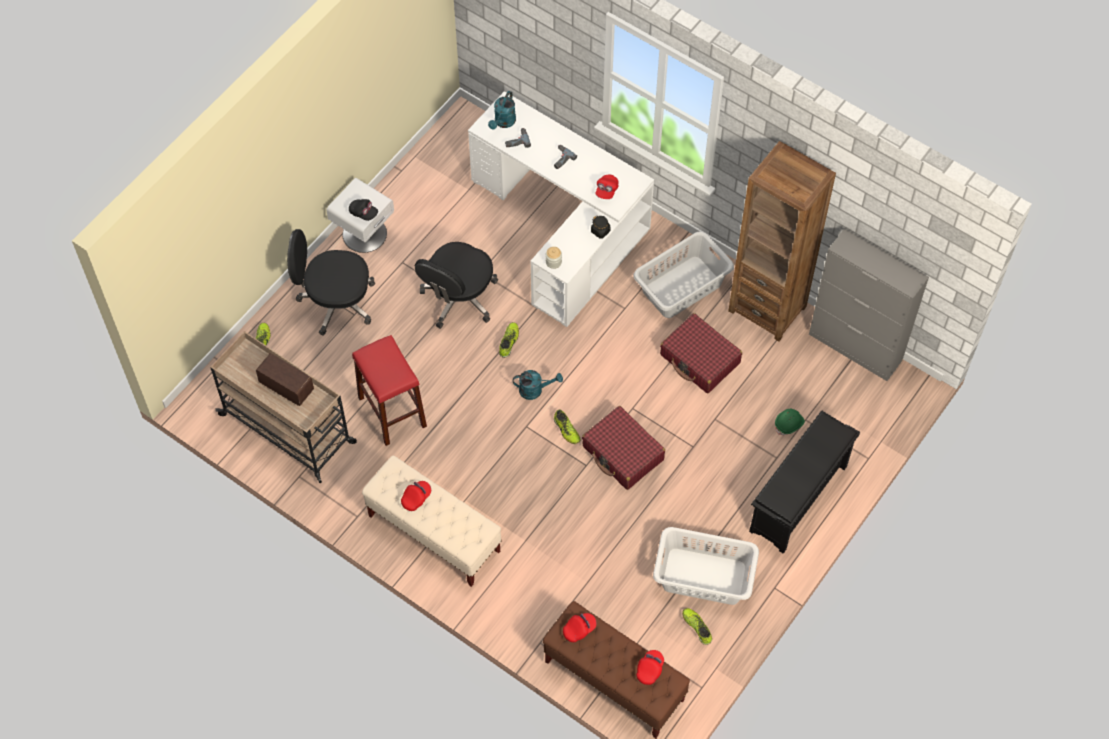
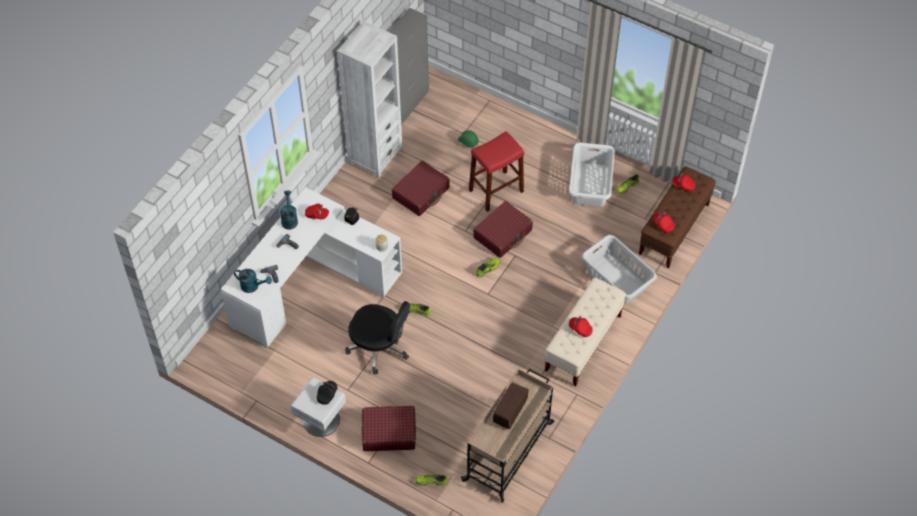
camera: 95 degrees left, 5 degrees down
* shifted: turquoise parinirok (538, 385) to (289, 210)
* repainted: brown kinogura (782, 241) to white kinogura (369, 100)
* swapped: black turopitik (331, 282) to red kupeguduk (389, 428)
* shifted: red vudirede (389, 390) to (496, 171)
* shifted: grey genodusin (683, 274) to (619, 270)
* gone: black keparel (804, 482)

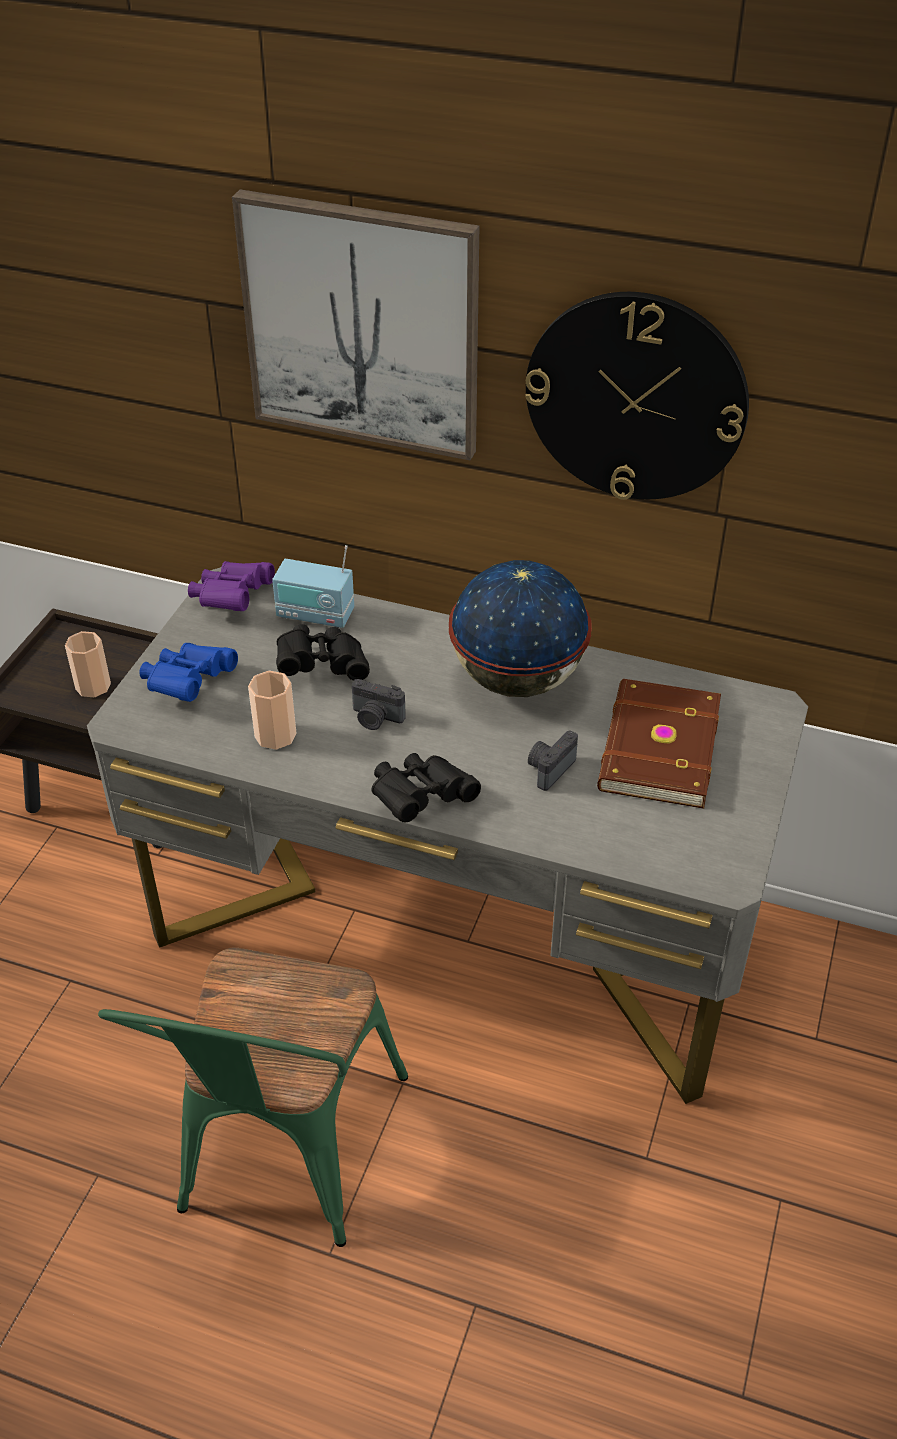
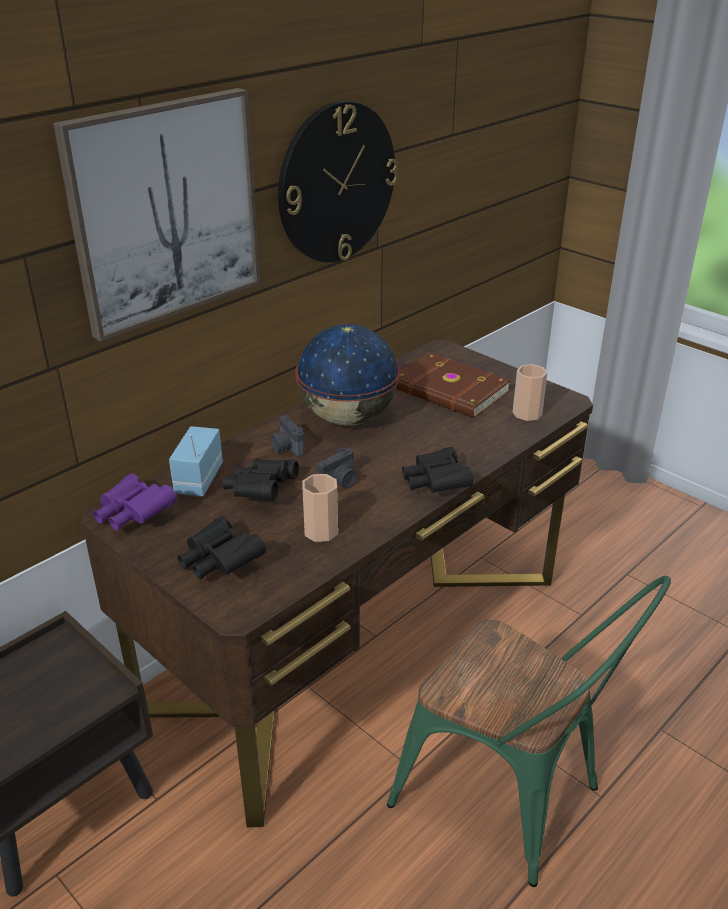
camera: 65 degrees left, 10 degrees down
* repainted: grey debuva (447, 835) to brown debuva (337, 583)
* rotated: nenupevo (313, 586) = (196, 461) 150 degrees clockwise
* repainted: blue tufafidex (188, 672) to black tufafidex (221, 548)
* shifted: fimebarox (553, 760) to (288, 436)
* shifted: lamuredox (88, 664) to (530, 392)

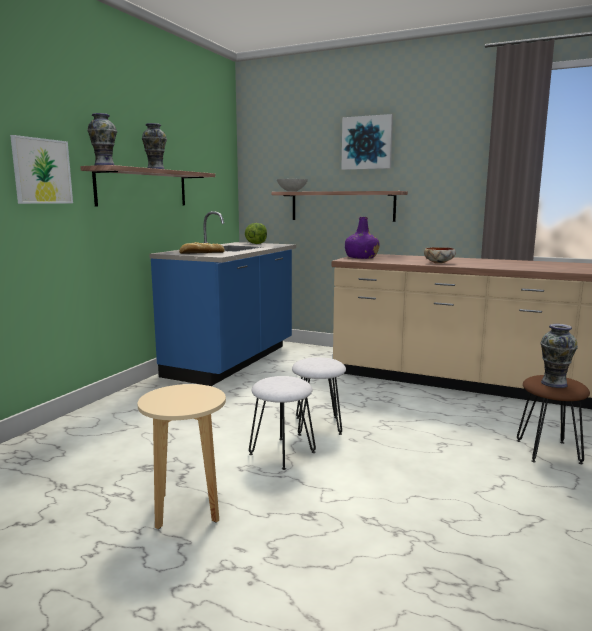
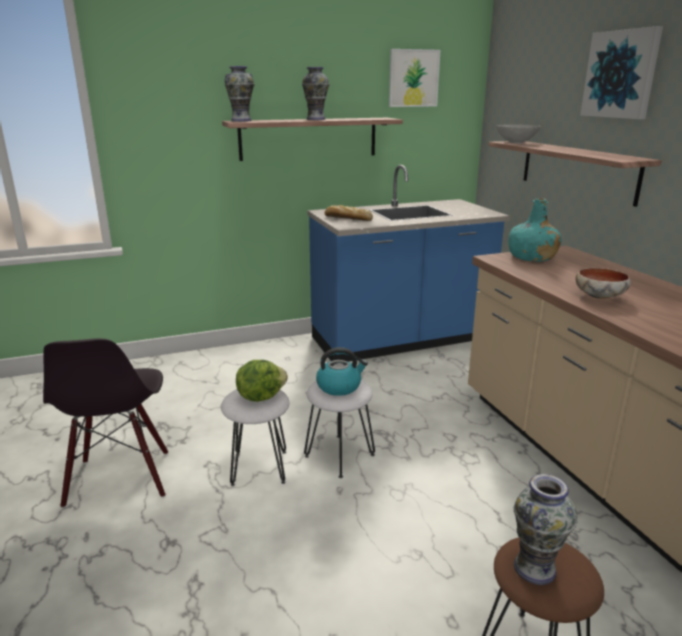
camera: 45 degrees right, 10 degrees up
* swapped: beige vudirede (181, 456) to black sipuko (105, 423)
* shifted: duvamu (256, 233) to (262, 381)
* new: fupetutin (342, 371)
* shifted: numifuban (41, 169) to (415, 78)
* repainted: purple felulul (362, 238) to turquoise felulul (534, 230)

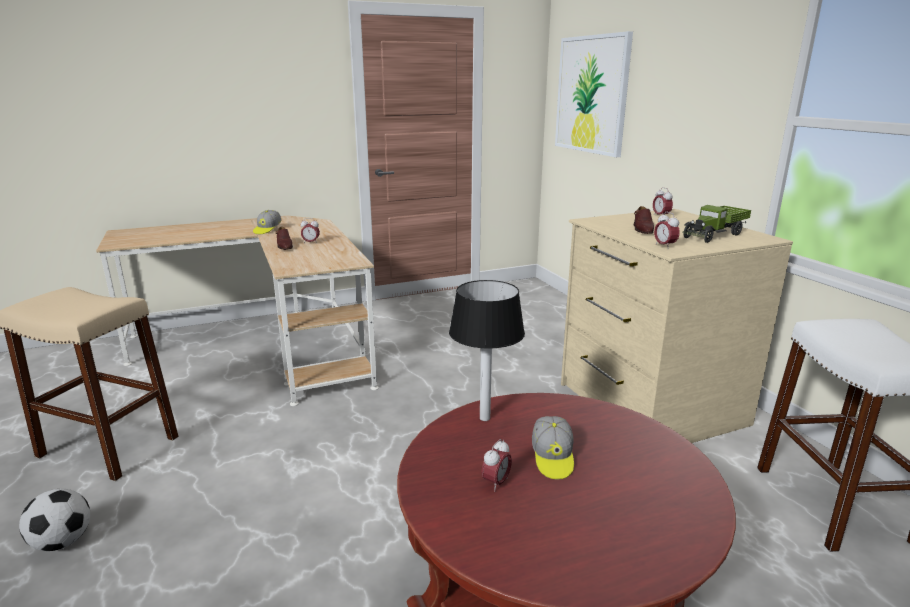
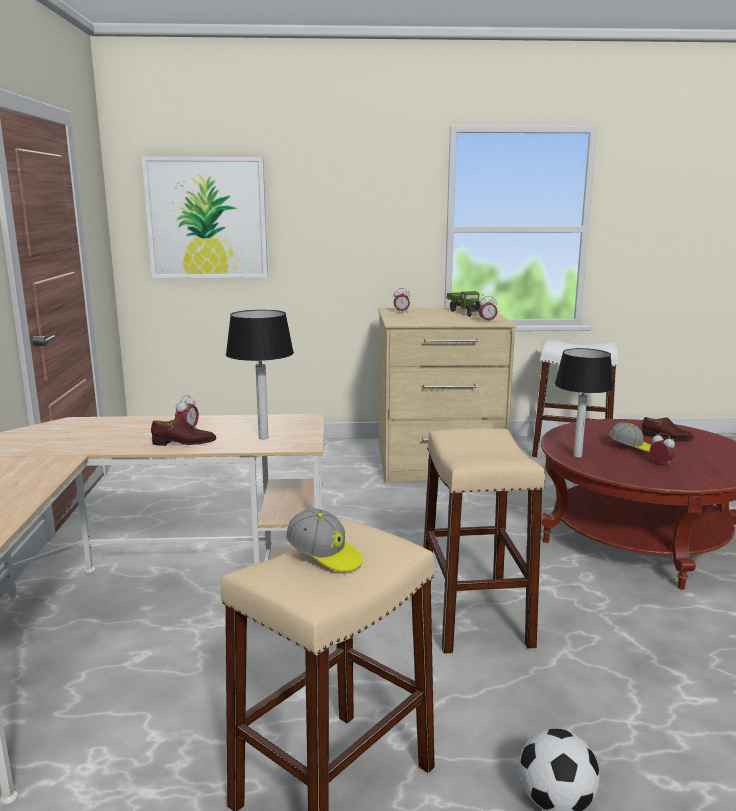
camera: 70 degrees left, 5 degrees down
* new: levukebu (260, 374)
* shifted: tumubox (267, 222) to (324, 540)
* new: beige vudirede (484, 541)
* shifted: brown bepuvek (644, 220) to (668, 428)

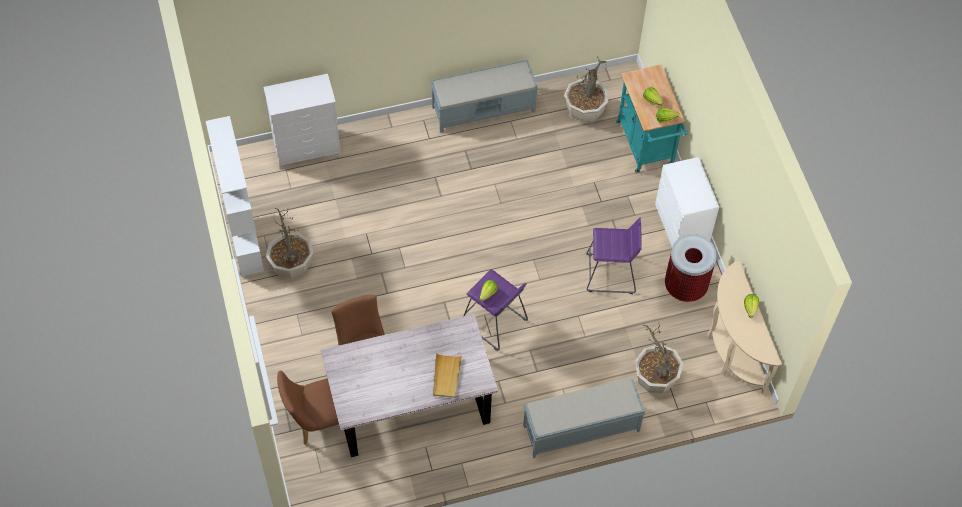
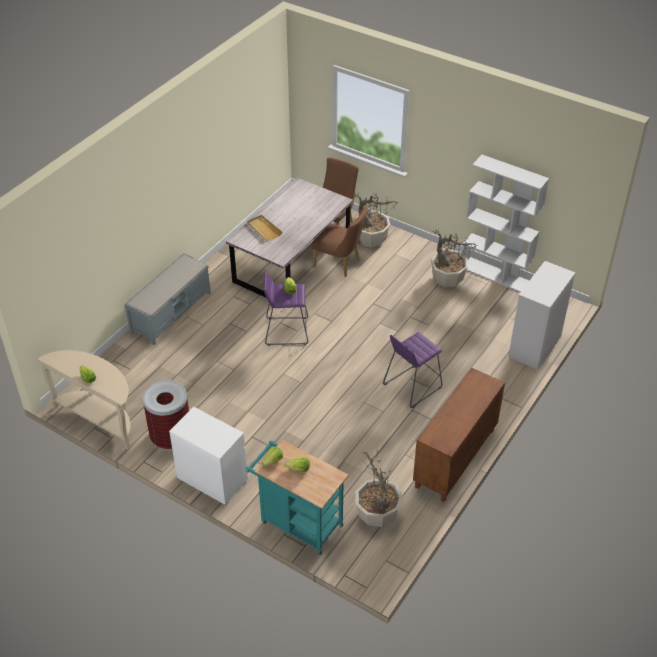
camera: 140 degrees right, 15 degrees down
* shifted: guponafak (659, 356) to (375, 220)
* shifted: purple vudirede (614, 256) to (412, 370)
* swapped: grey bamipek (484, 96) to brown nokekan (459, 435)

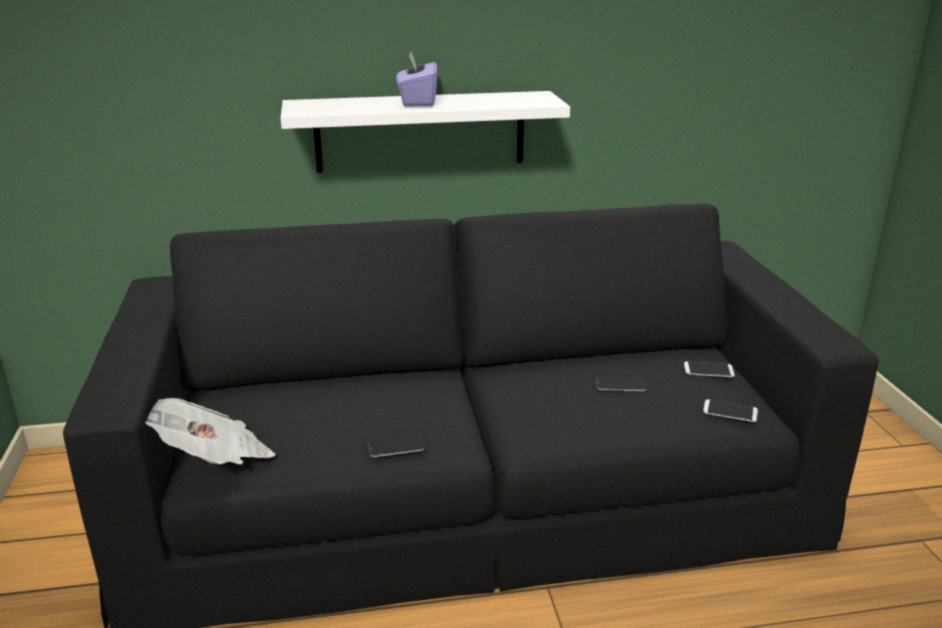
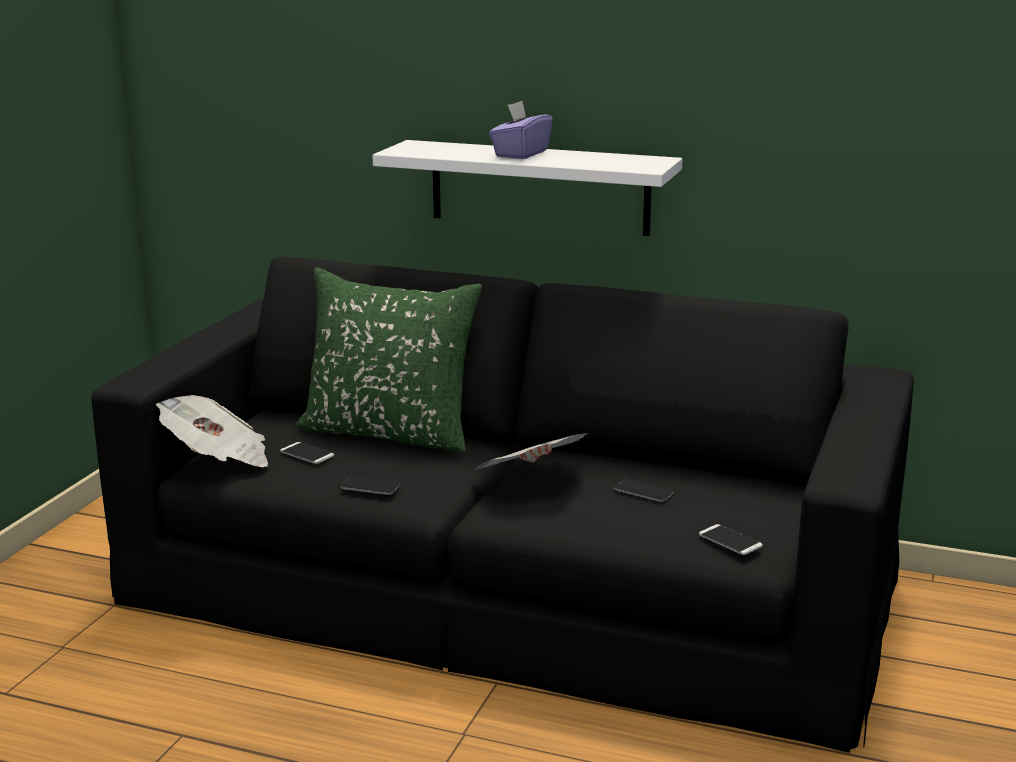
camera: 30 degrees right, 5 degrees down
* shifted: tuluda (709, 369) to (307, 453)
* new: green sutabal (389, 359)
* new: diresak (530, 451)

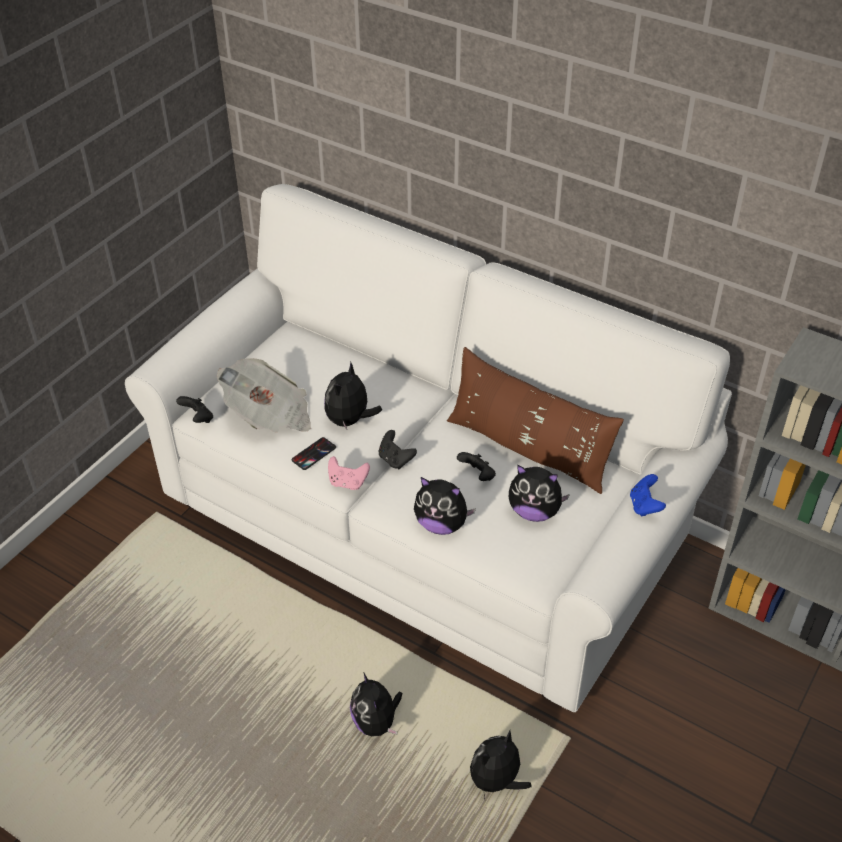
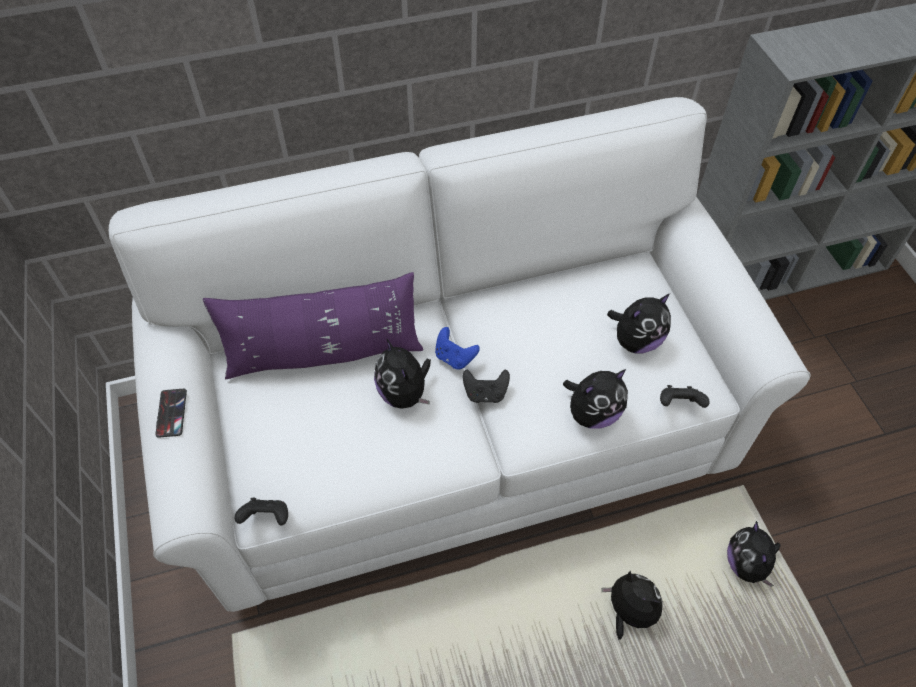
camera: 50 degrees left, 10 degrees up
* shifted: tuluda (313, 453) to (171, 413)
* new: purple sutabal (313, 325)
* shifted: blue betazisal (648, 495) to (457, 348)
* rotated: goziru (376, 704) = (632, 605) 150 degrees counterclockwise
* shifted: black betazisal (476, 466) to (684, 396)
* gone: diresak (264, 395)
* gone: pink betazisal (349, 473)
* gone: brown sutabal (535, 420)

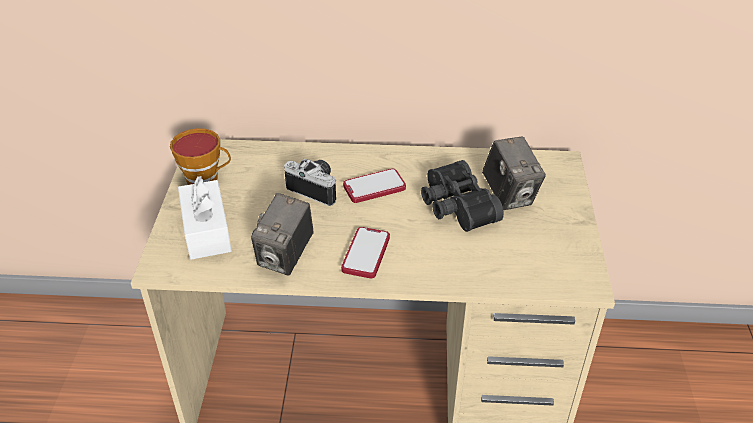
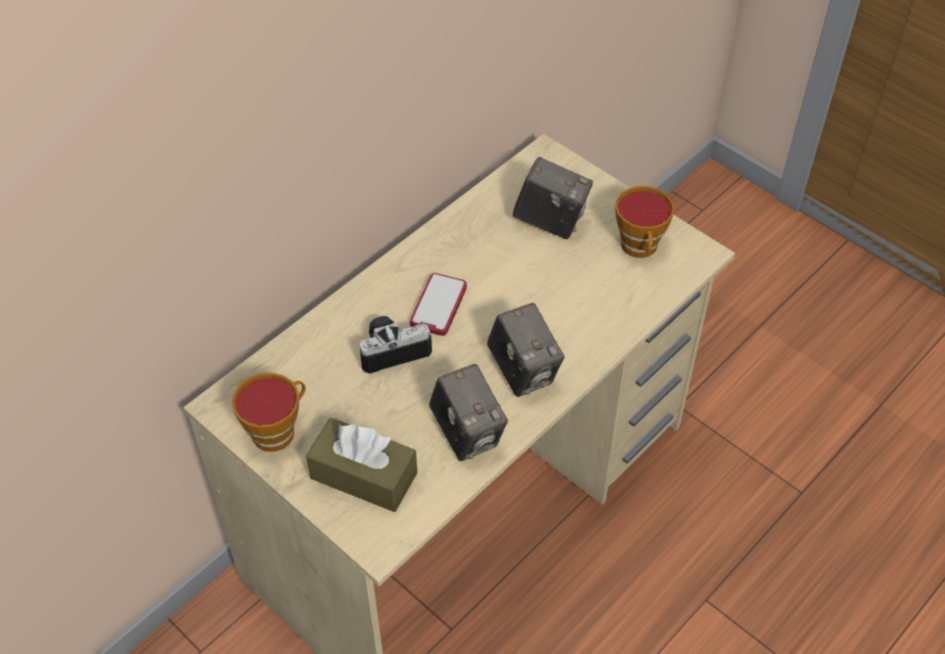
camera: 50 degrees left, 10 degrees up
* repainted: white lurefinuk (205, 218) to brown lurefinuk (361, 465)
* swapped: tuluda (365, 252) to fimebarox (526, 350)
* new: lamuredox (644, 222)
* gone: black tufafidex (462, 196)

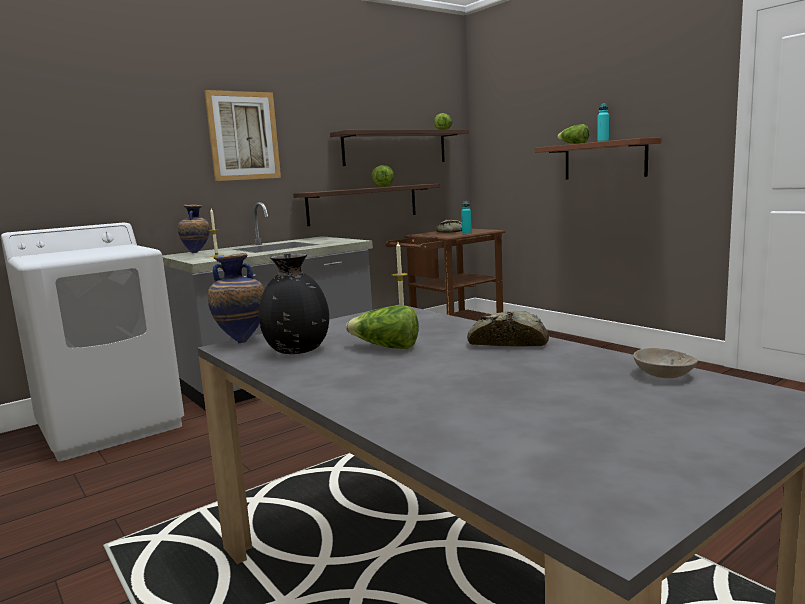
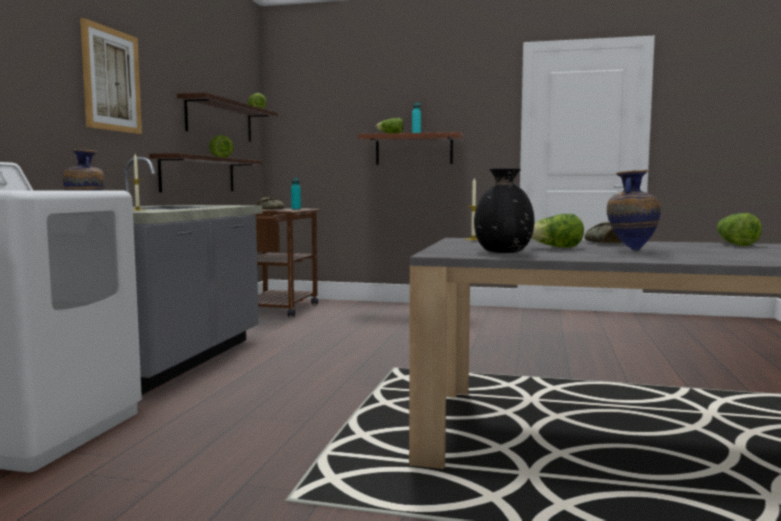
camera: 40 degrees left, 5 degrees down
* shifted: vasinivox (236, 298) to (634, 210)
* swapped: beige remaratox (665, 363) to duvamu (739, 229)

